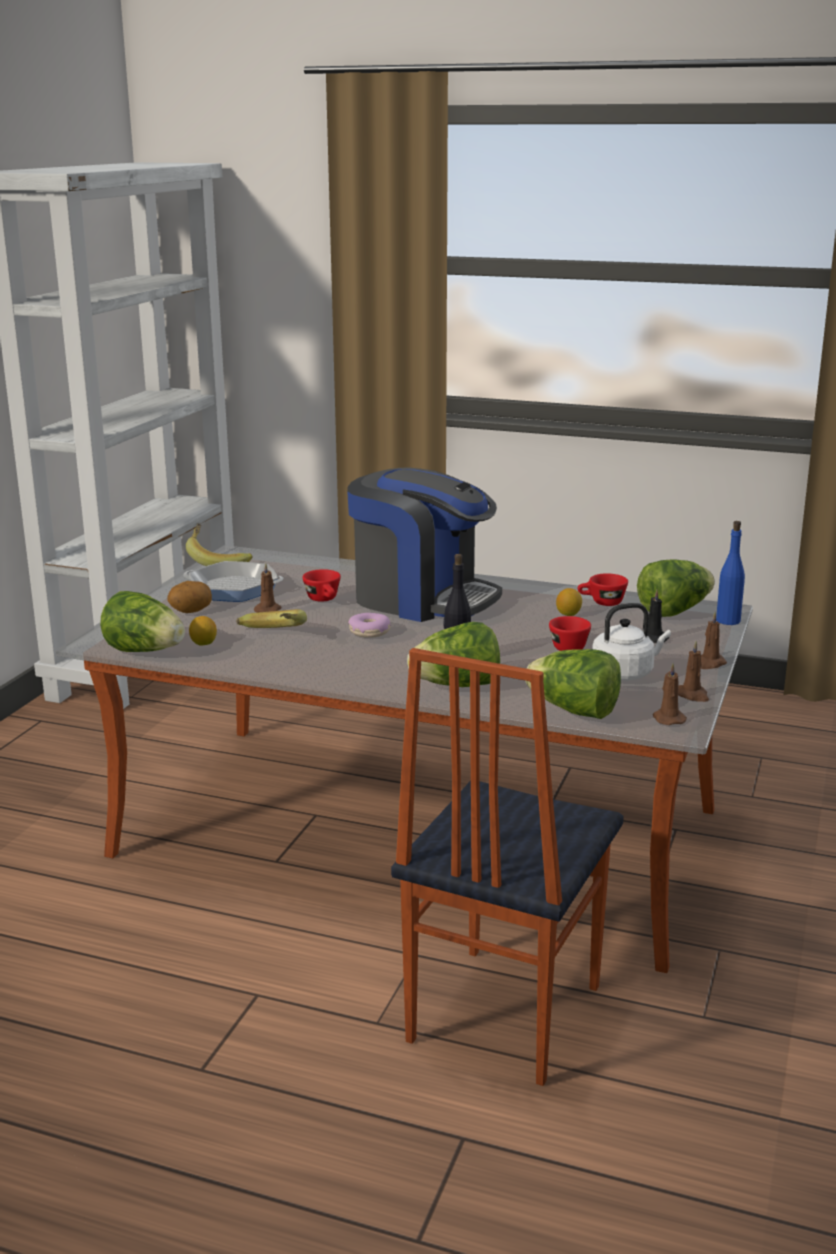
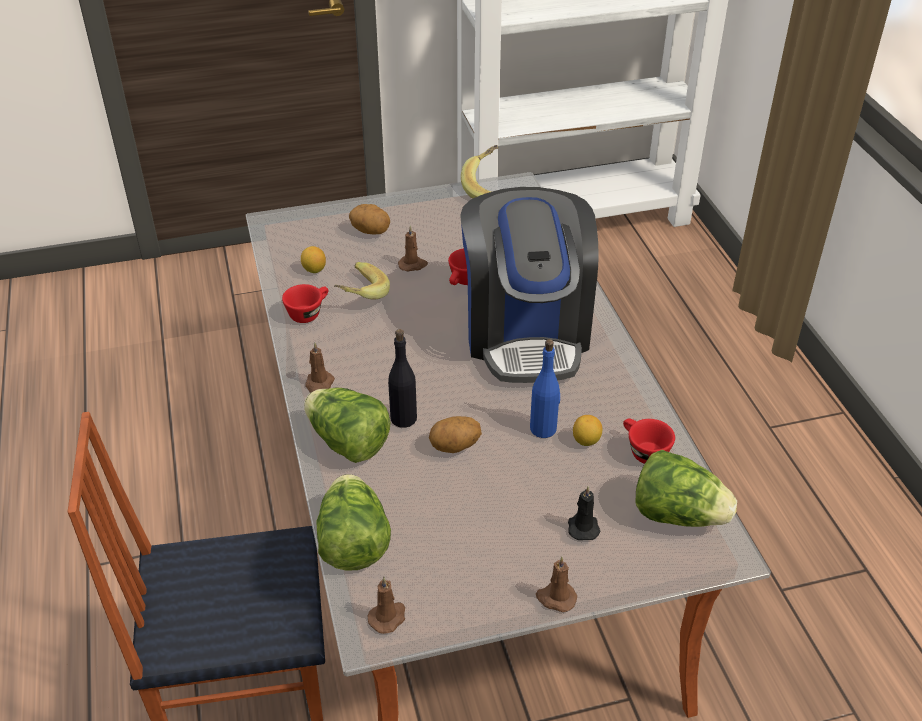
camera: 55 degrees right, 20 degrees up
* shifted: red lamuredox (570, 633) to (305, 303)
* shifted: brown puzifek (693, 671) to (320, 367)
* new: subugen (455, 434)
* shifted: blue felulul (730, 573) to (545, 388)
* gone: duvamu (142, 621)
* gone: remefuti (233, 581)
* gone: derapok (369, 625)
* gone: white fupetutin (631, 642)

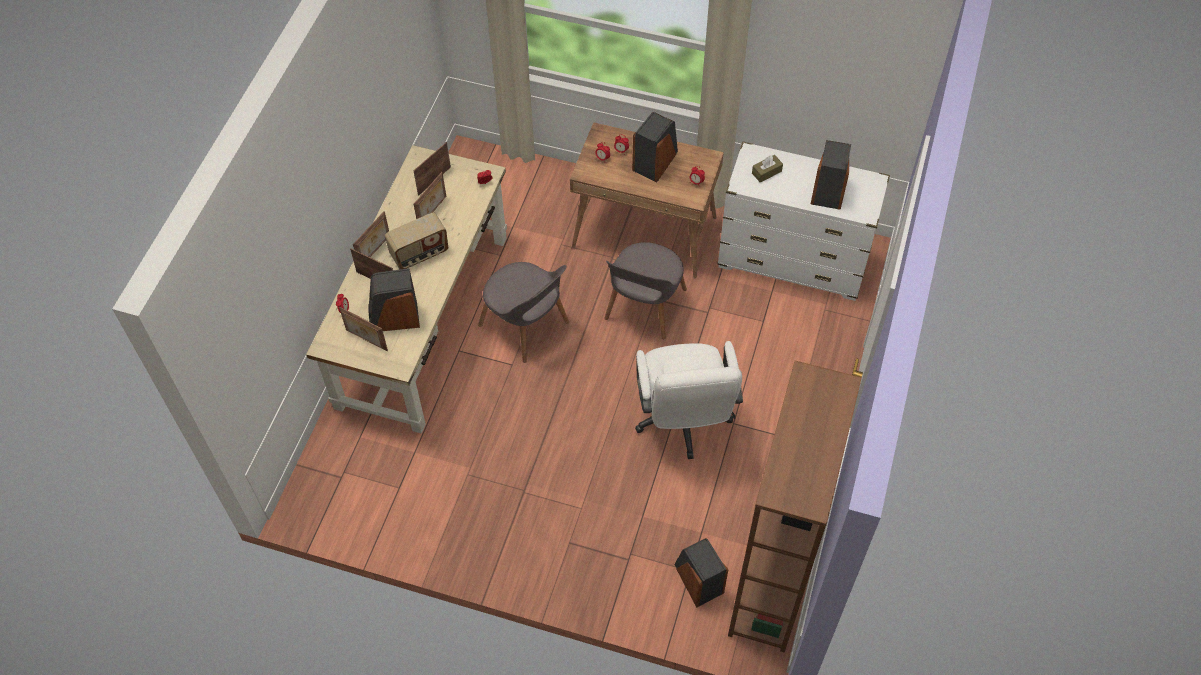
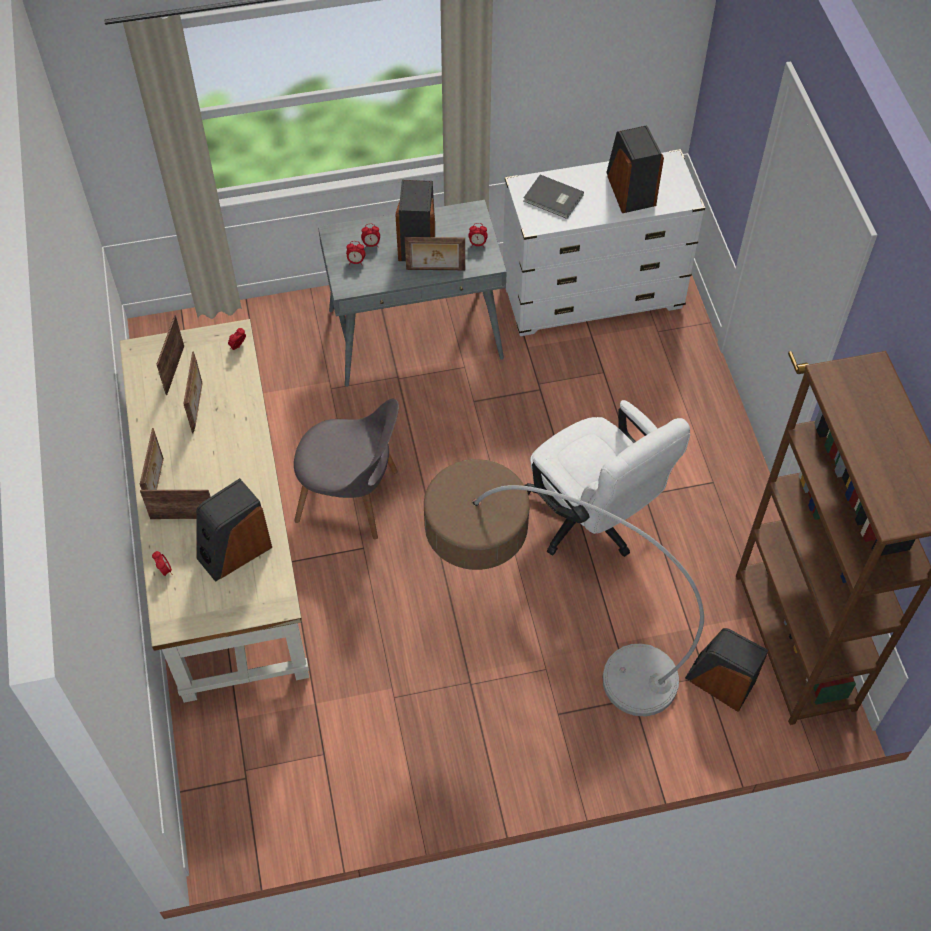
camera: 30 degrees left, 0 degrees up
* repainted: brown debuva (647, 200) to grey debuva (412, 293)
* shifted: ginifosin (363, 329) to (435, 253)
* new: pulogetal (564, 587)
* swapped: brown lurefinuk (767, 168) to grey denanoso (553, 197)
* gone: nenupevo (416, 241)
* gone: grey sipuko (645, 290)

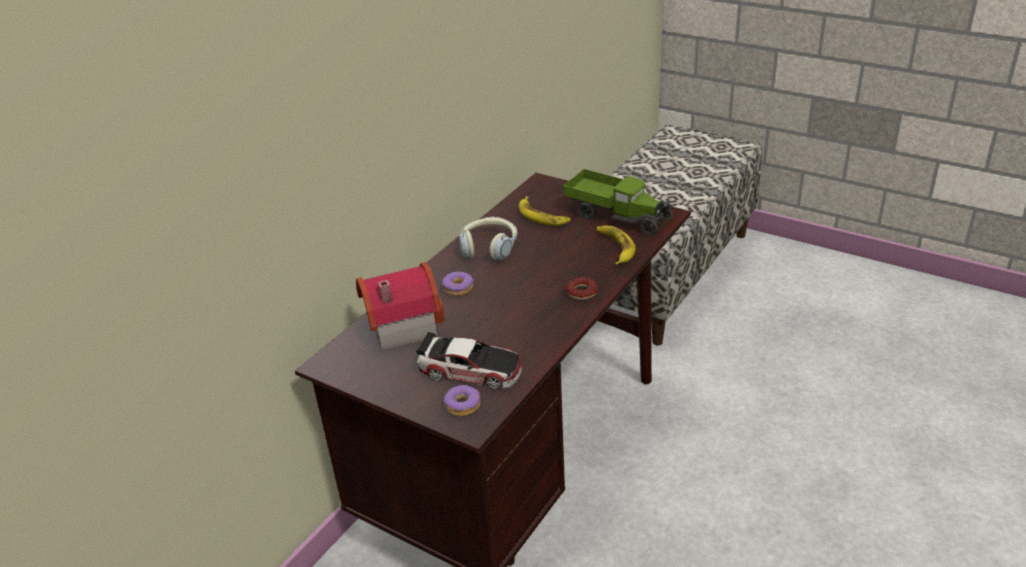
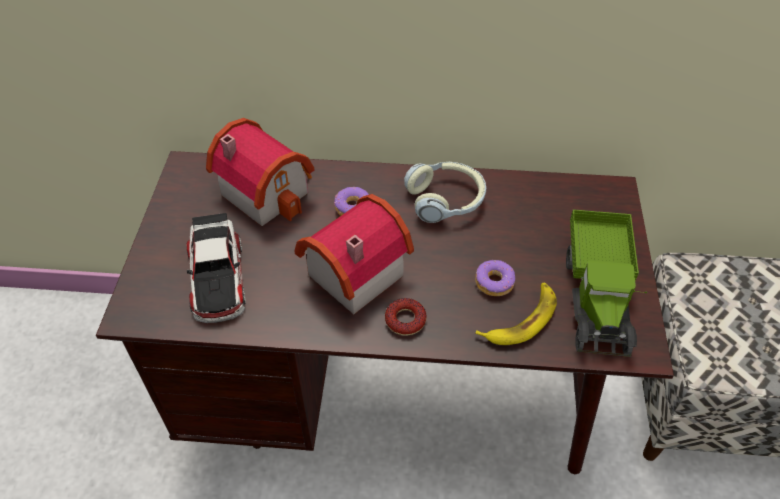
camera: 60 degrees right, 15 degrees up
* new: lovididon (354, 254)
* shifted: derapok (462, 400) to (495, 278)
* gone: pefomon (545, 211)

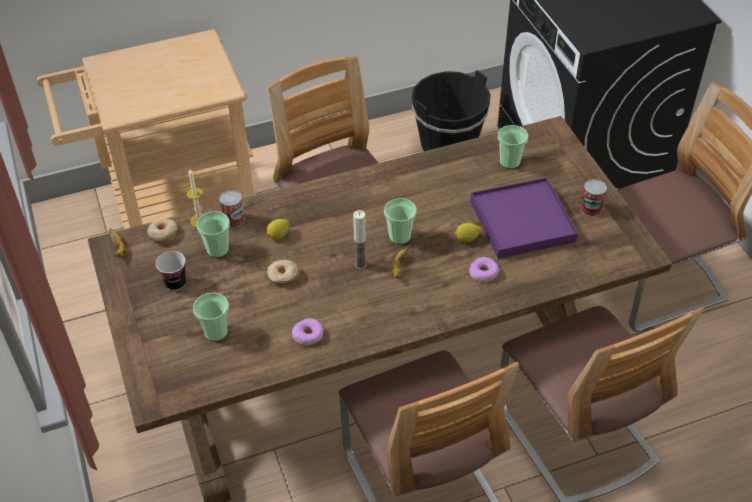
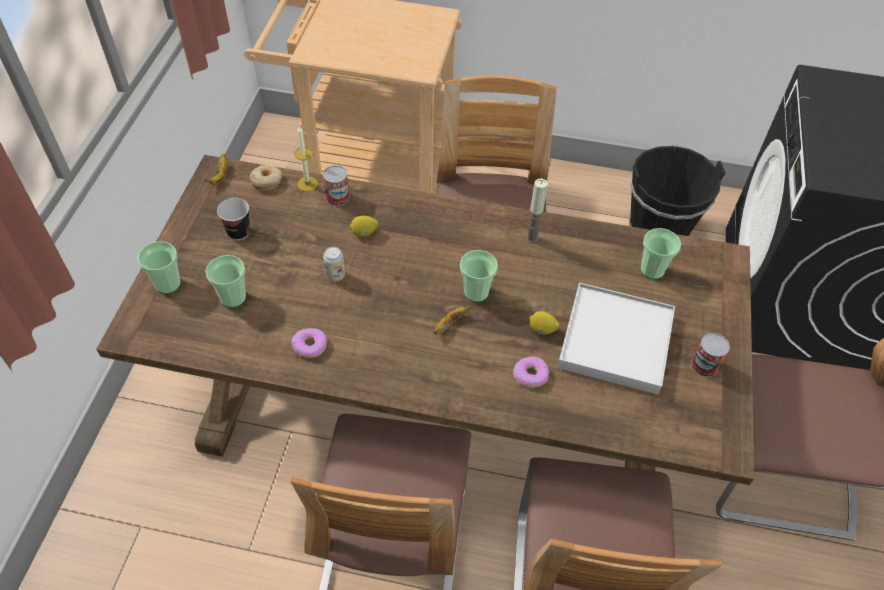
camera: 30 degrees right, 5 degrees up
* shifted: lamuredox (213, 234) to (159, 267)
* swapped: derapok (283, 273) to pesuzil (334, 264)
* shifted: puzifek (360, 240) to (536, 210)
* repainted: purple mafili (524, 218) to white mafili (616, 338)

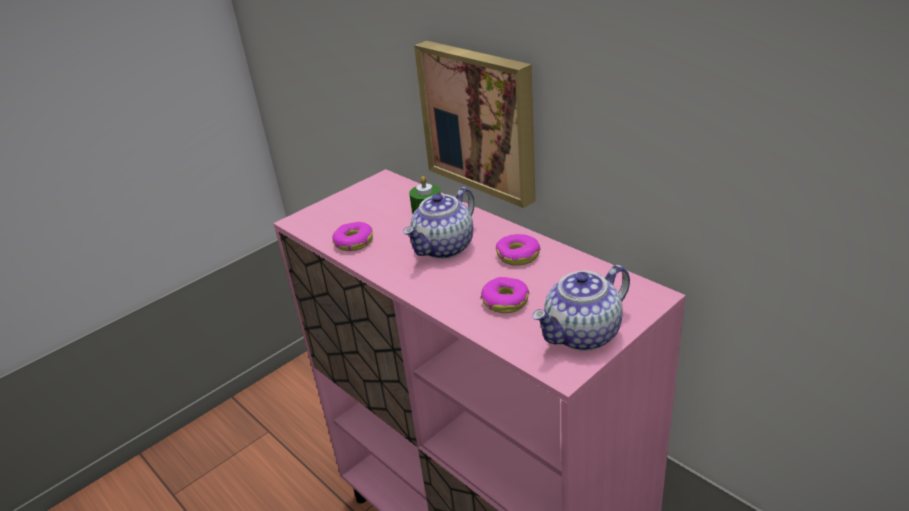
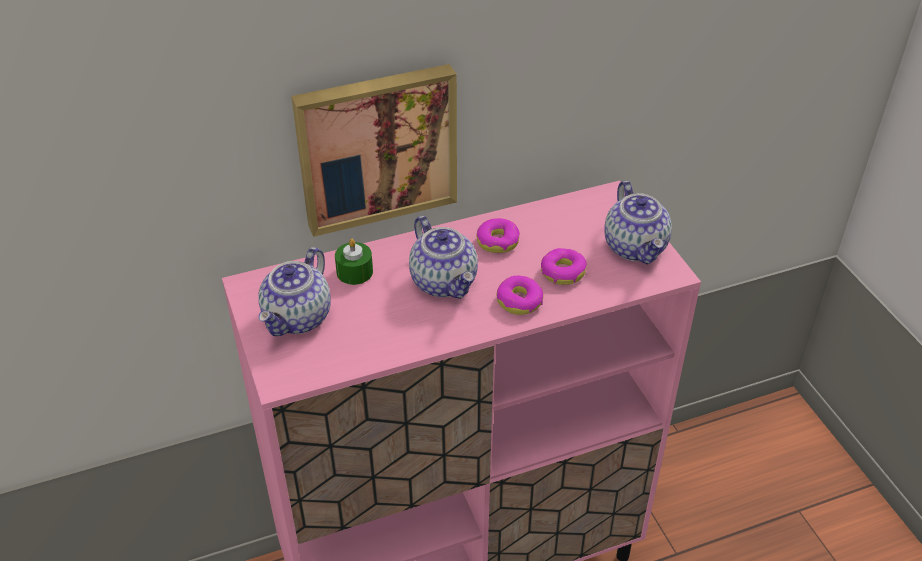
camera: 70 degrees left, 10 degrees up
* new: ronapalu (294, 291)
* shifted: derapok (352, 236) to (520, 295)

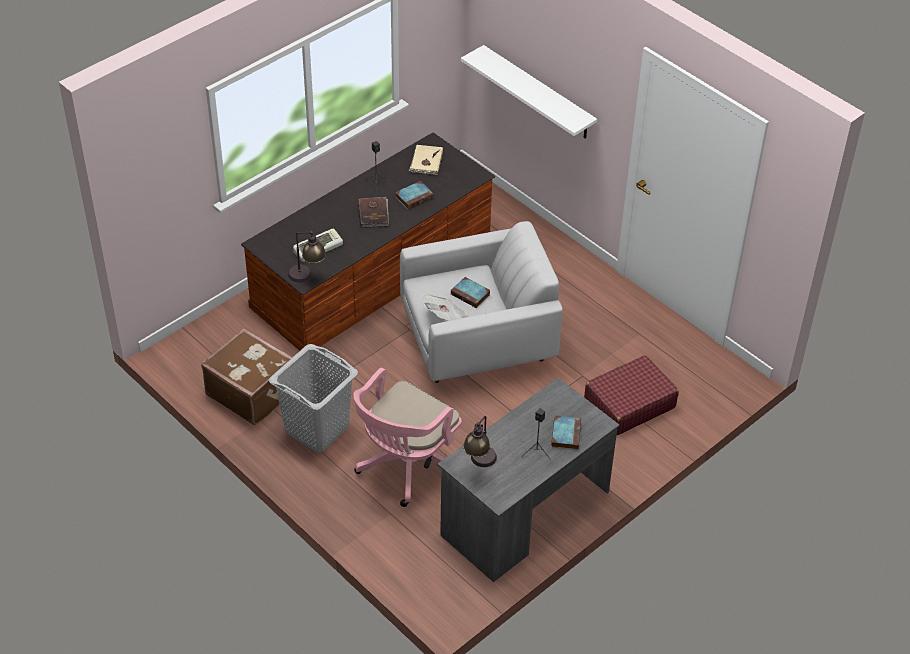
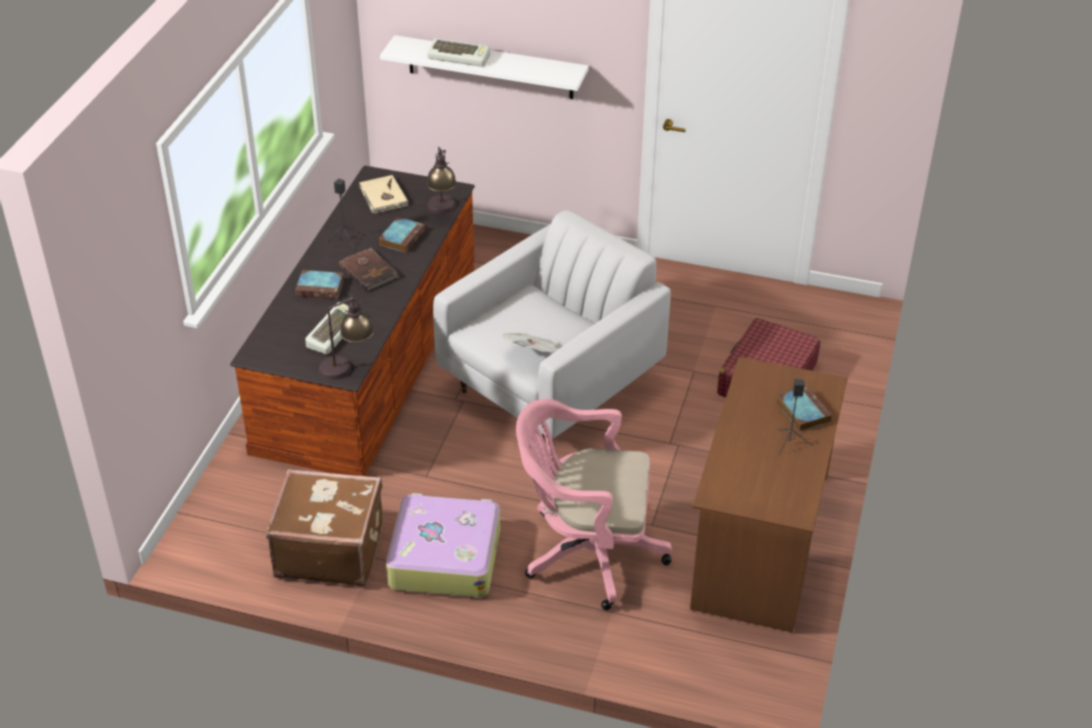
camera: 30 degrees left, 5 degrees down
* shifted: denanoso (470, 292) to (319, 284)
* swapped: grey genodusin (313, 398) to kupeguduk (443, 545)
* new: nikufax (458, 52)
* shifted: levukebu (480, 441) to (441, 180)
* rotated: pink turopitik (408, 437) = (593, 504) 90 degrees clockwise
* repainted: grey debuva (529, 480) to brown debuva (769, 495)

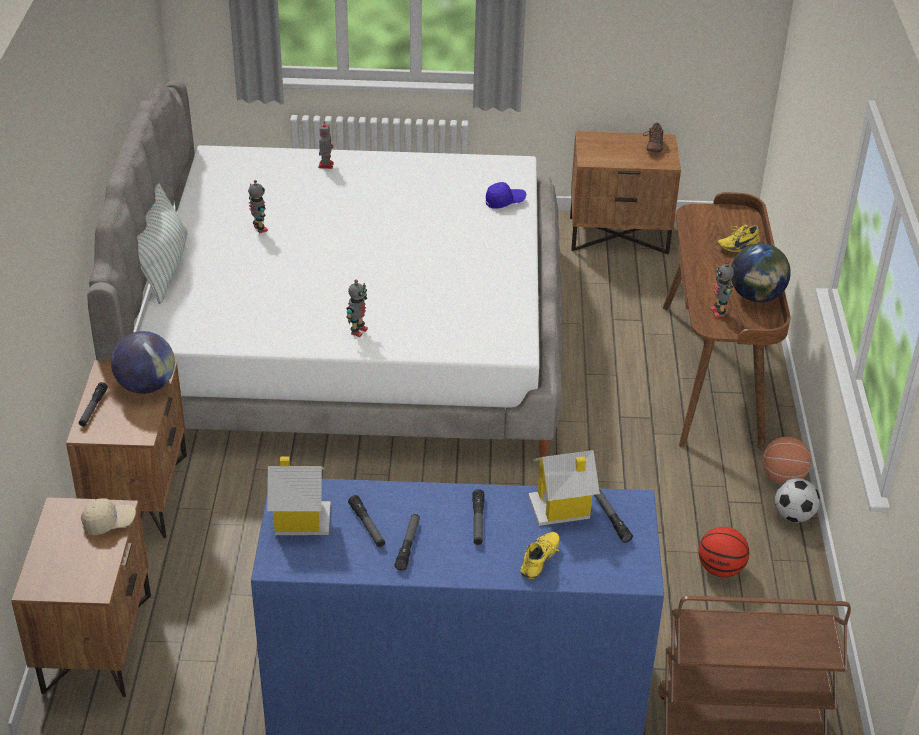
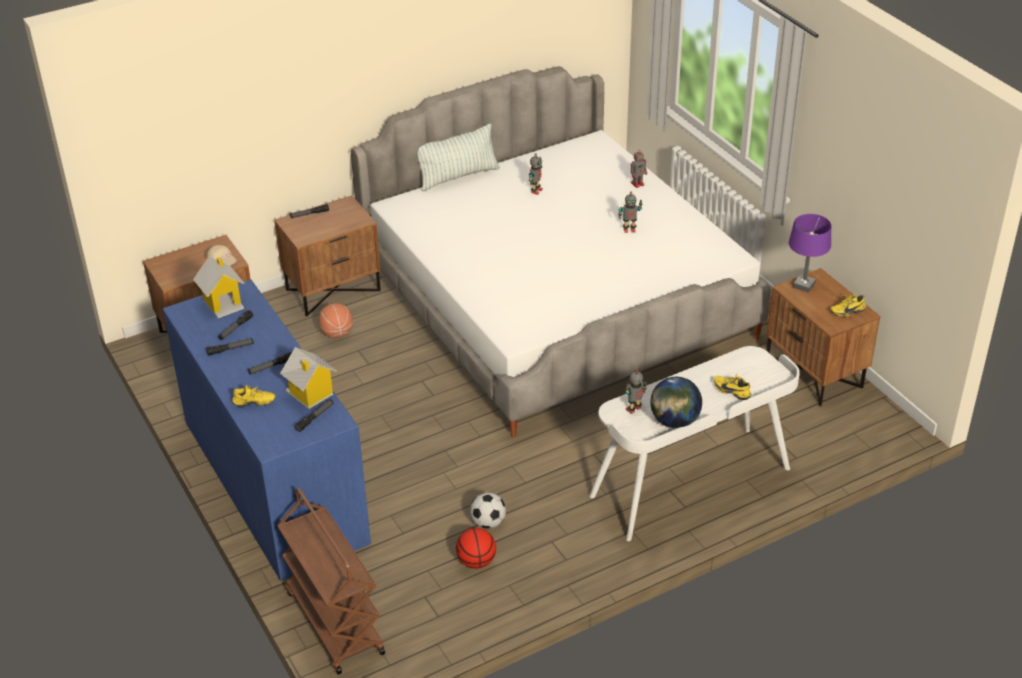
camera: 60 degrees right, 0 degrees up
* shifted: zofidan (787, 460) to (335, 320)
* shifted: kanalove (797, 500) to (488, 510)
* repainted: brown debuva (726, 321) to white debuva (694, 443)
* shifted: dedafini (357, 308) to (630, 212)
* new: purple levukebu (810, 253)
* repainted: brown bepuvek (653, 138) to yellow bepuvek (848, 305)
* gone: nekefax (143, 362)
* gone: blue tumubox (506, 195)

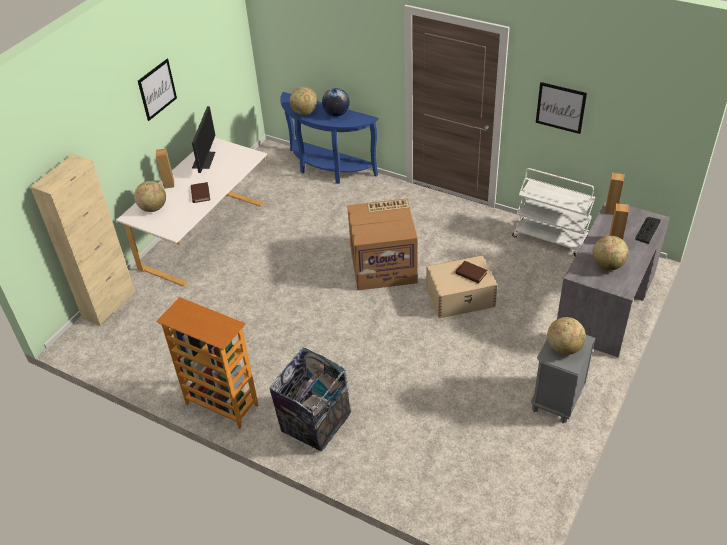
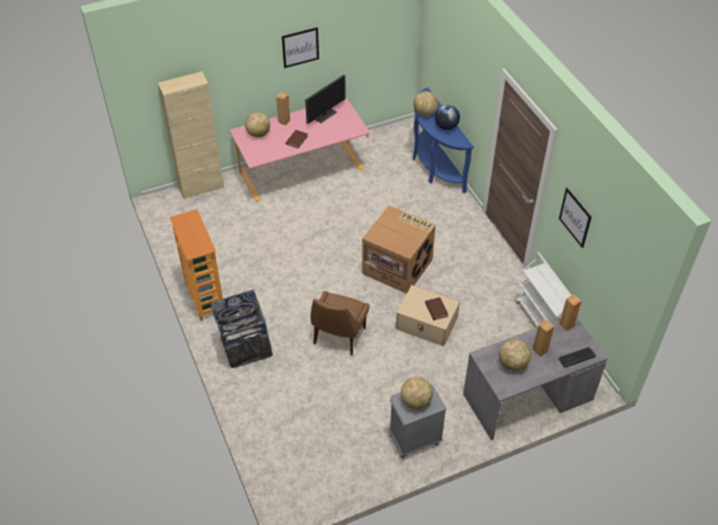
camera: 35 degrees right, 5 degrees up
* repainted: white debuva (191, 212) to pink debuva (299, 149)
* new: brown sipuko (340, 323)

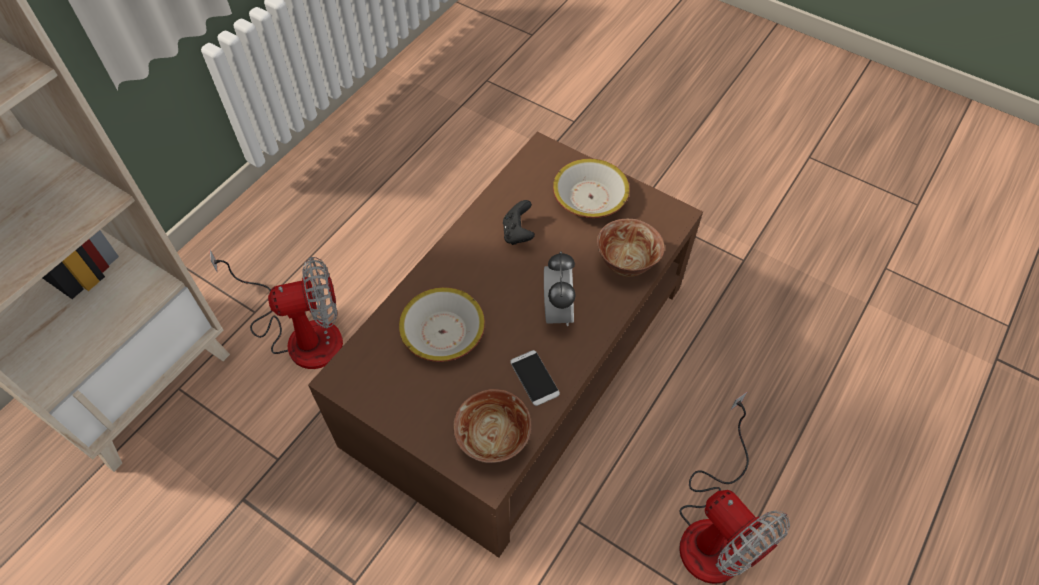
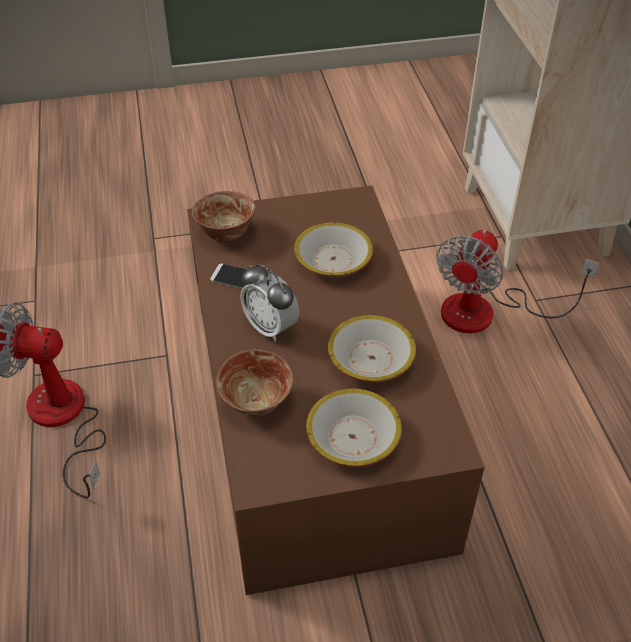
camera: 135 degrees right, 10 degrees down
* swapped: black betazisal (519, 222) to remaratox (372, 348)

